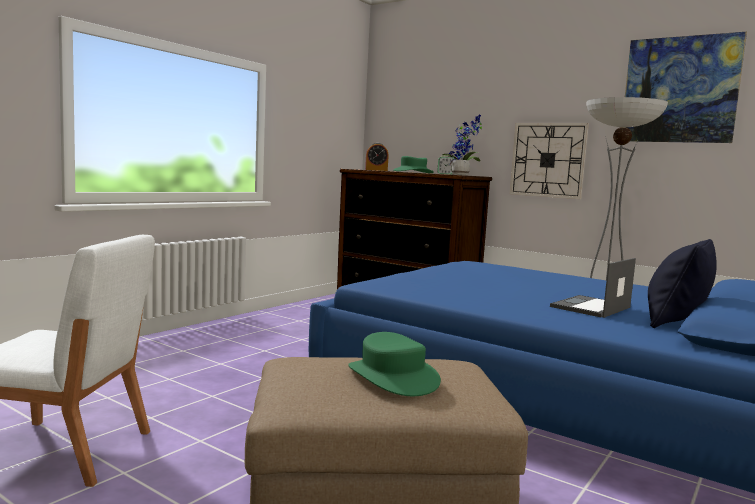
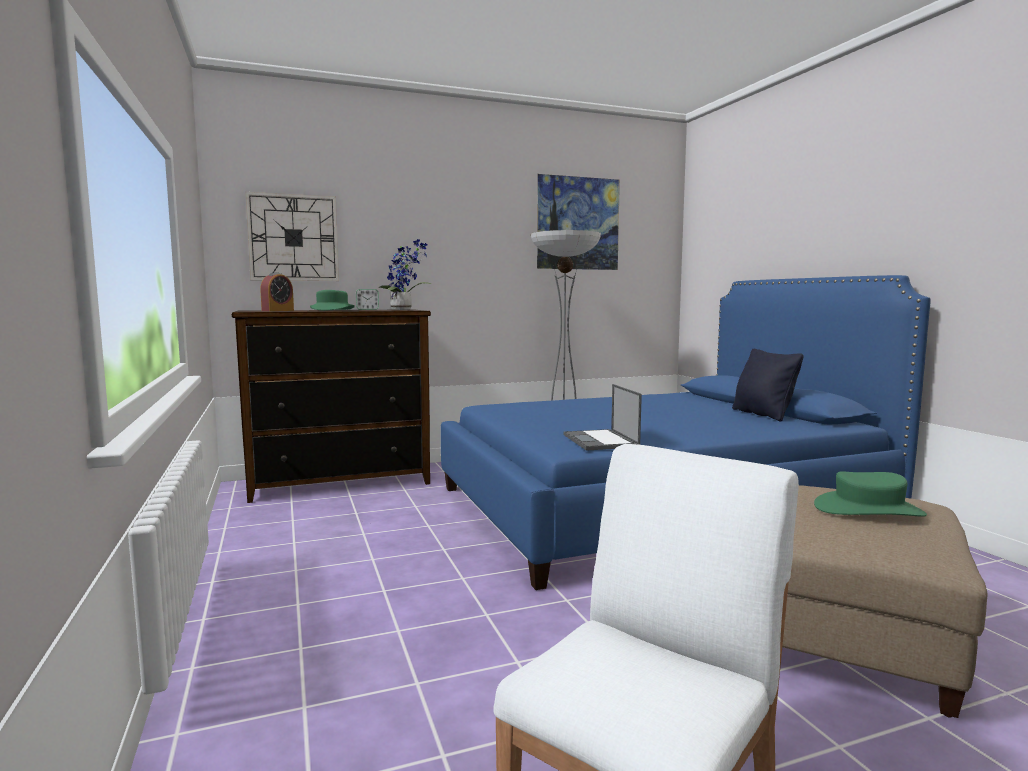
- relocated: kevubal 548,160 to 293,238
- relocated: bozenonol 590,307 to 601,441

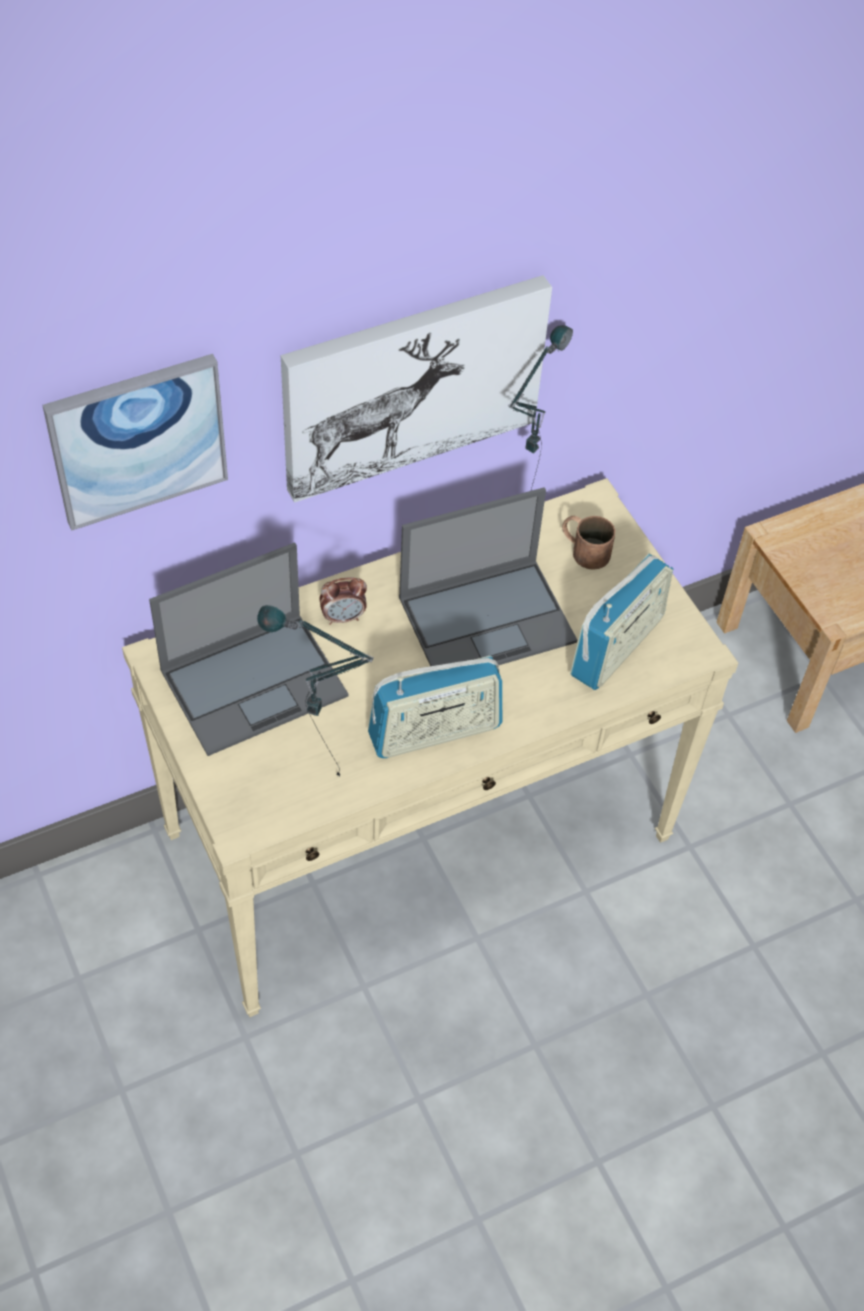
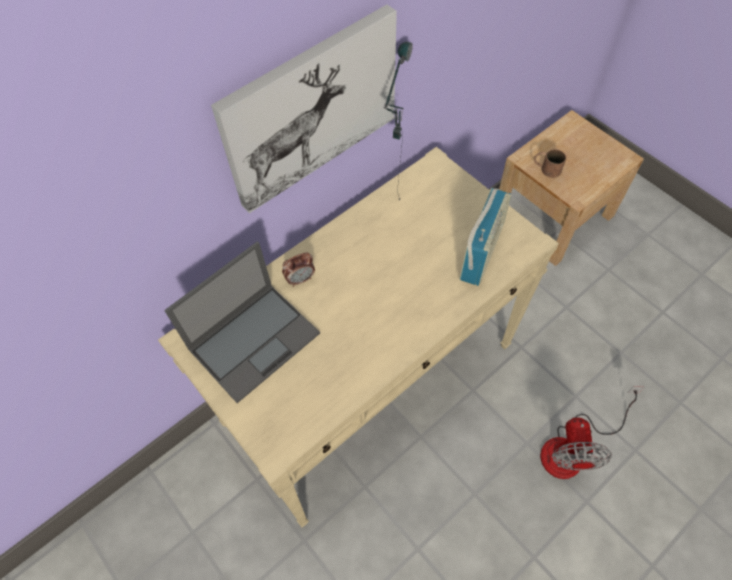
- missing: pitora 138,440
- missing: bozenonol 488,619
- relocated: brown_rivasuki 583,549 to 546,168
- missing: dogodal 320,784
- missing: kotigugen 435,732
- appeared: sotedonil 572,448

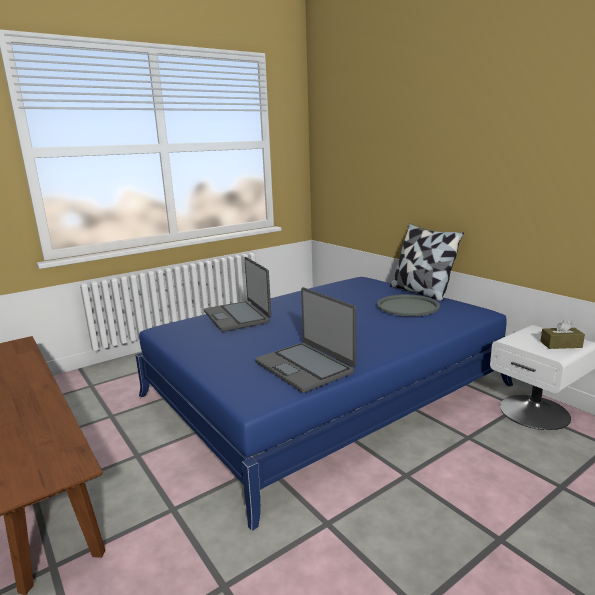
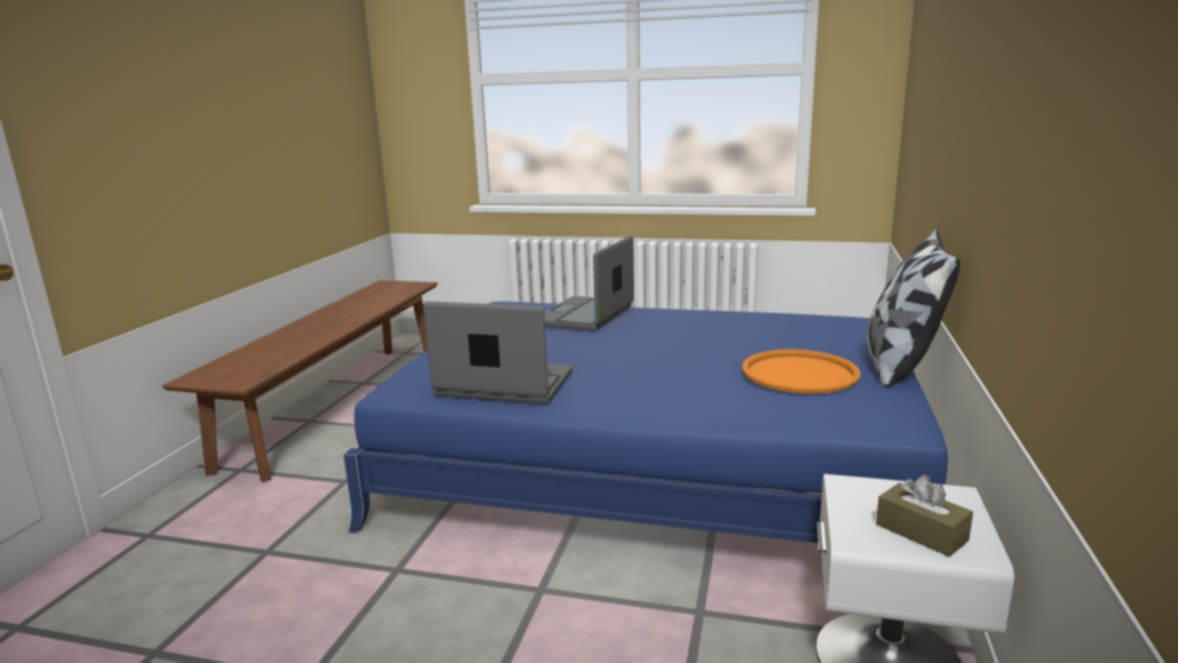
- spun: bozenonol 305,367 = 504,385 90 degrees clockwise
- colour: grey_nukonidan 407,306 to orange_nukonidan 799,373

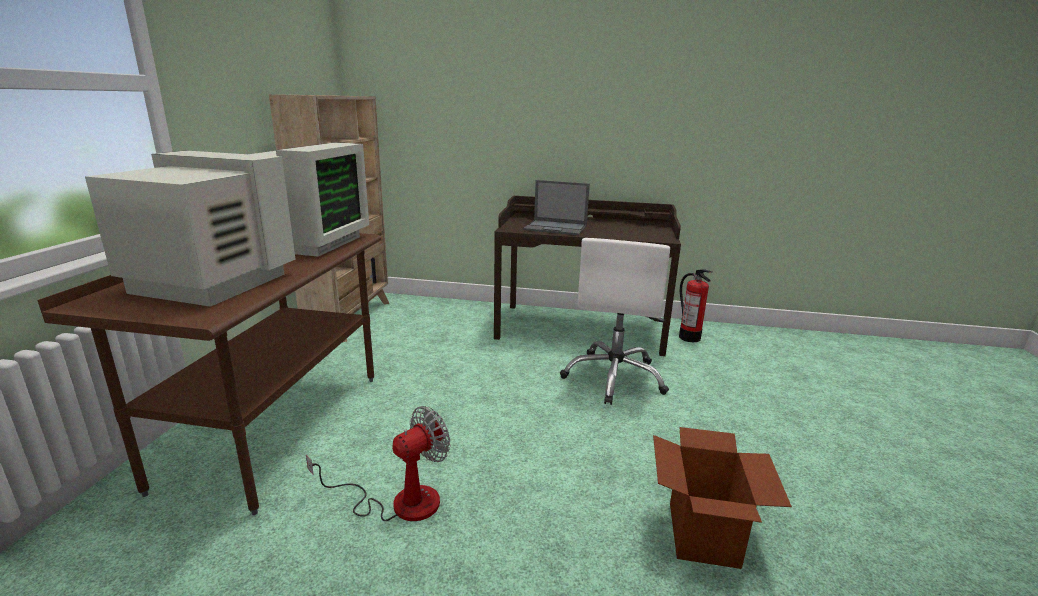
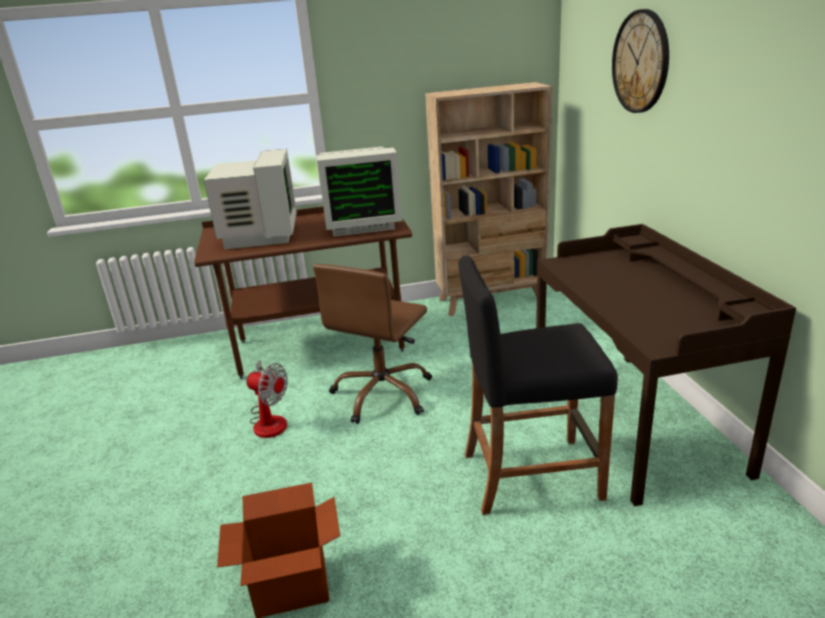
- missing: bozenonol 556,228
- exchanged: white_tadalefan 614,377 to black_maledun 531,475
- missing: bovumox 689,337
- appeared: kevubal 641,62
- appeared: brown_tadalefan 383,394

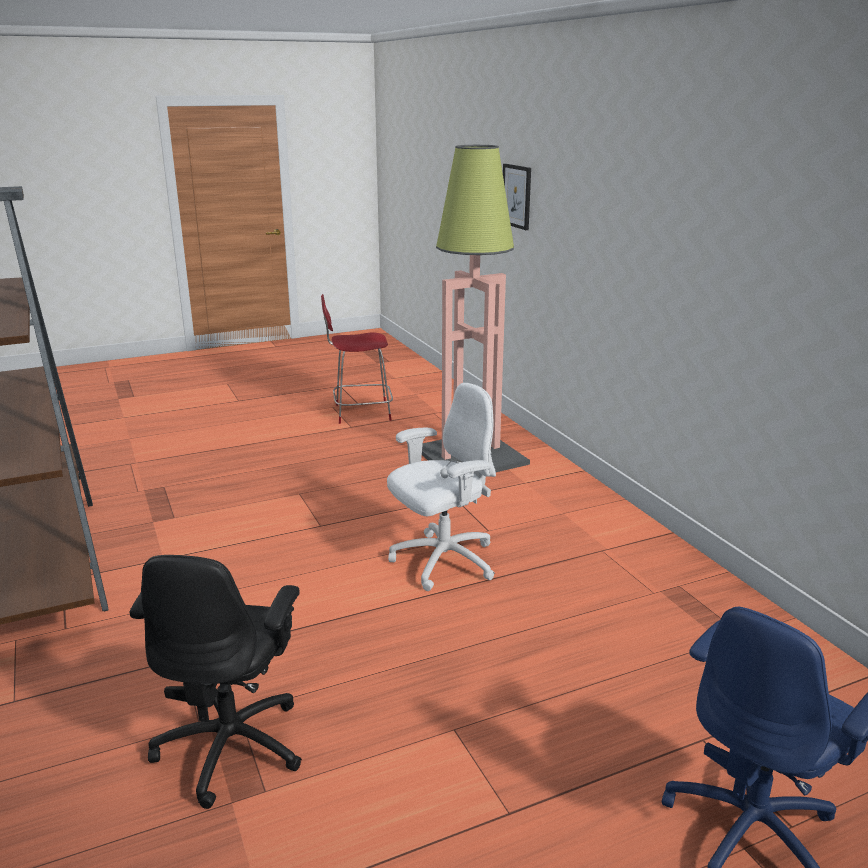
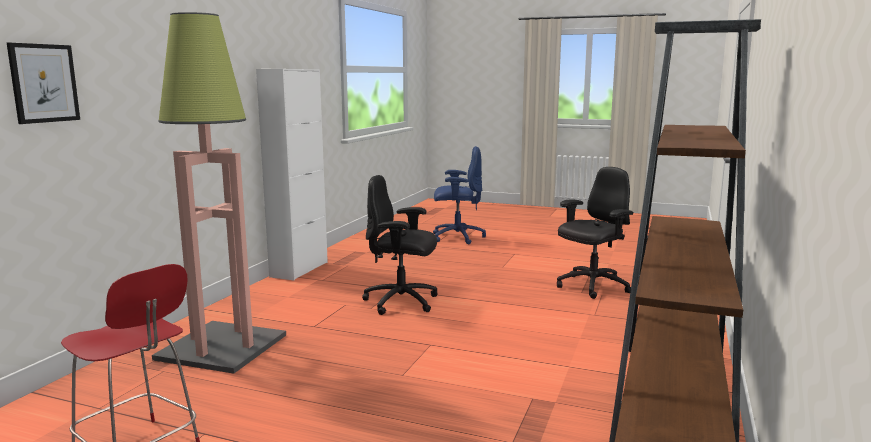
- colour: white_tadalefan 442,561 to black_tadalefan 402,302
- appeared: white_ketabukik 299,269

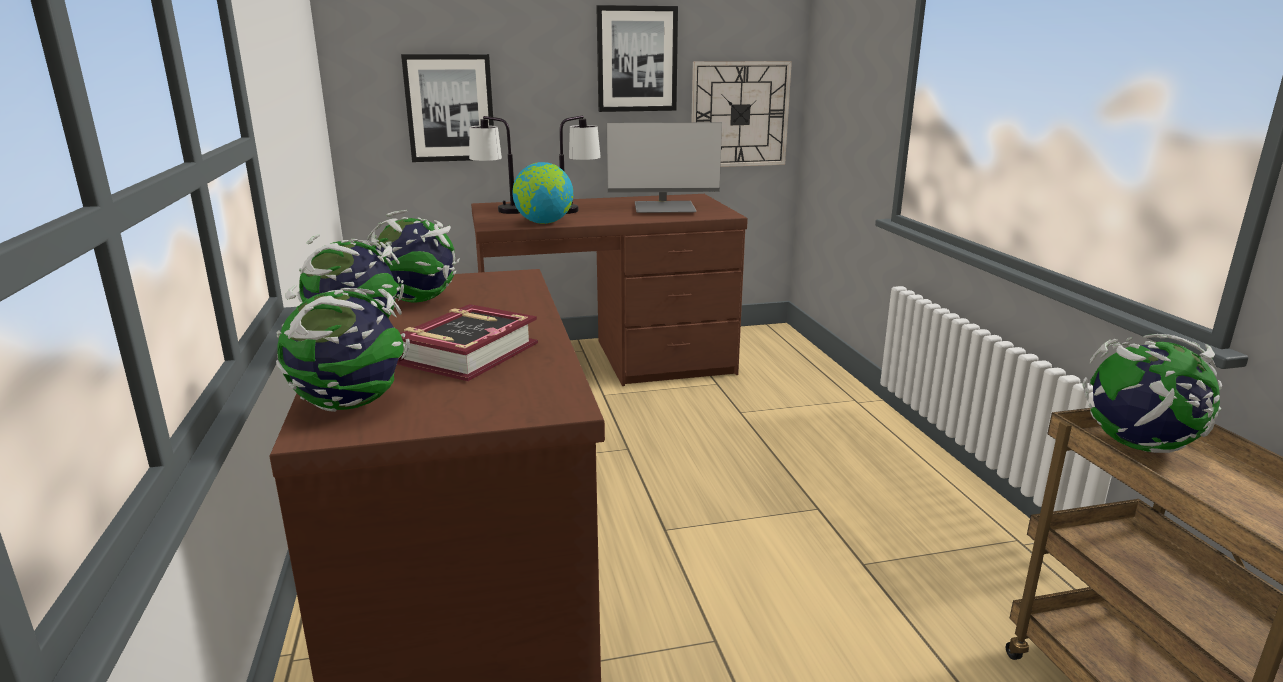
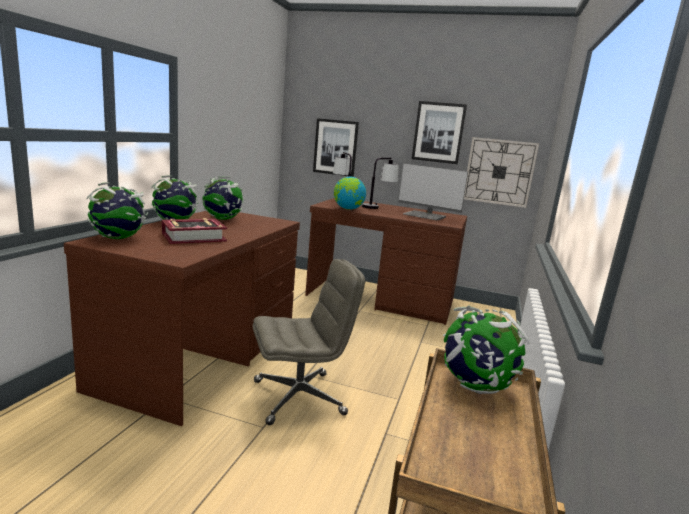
- appeared: grey_tadalefan 300,397

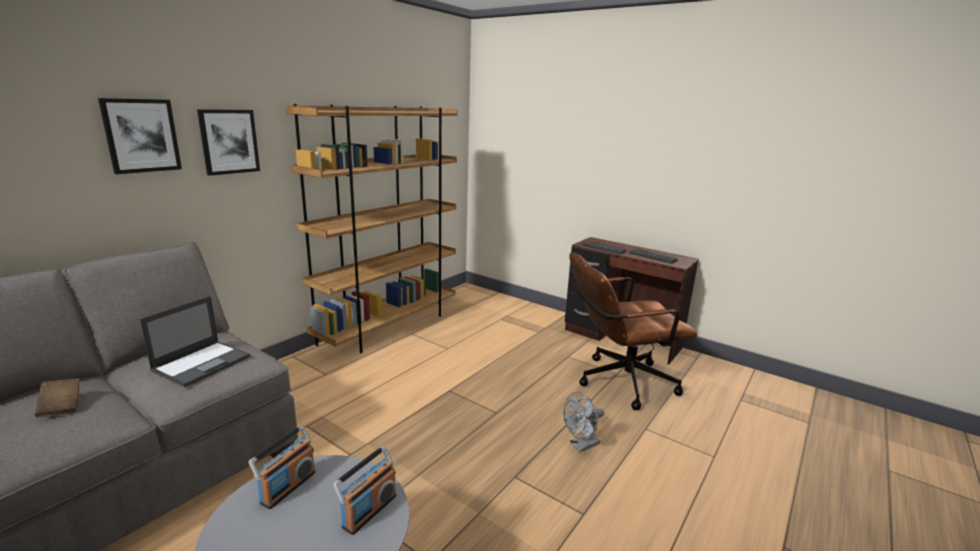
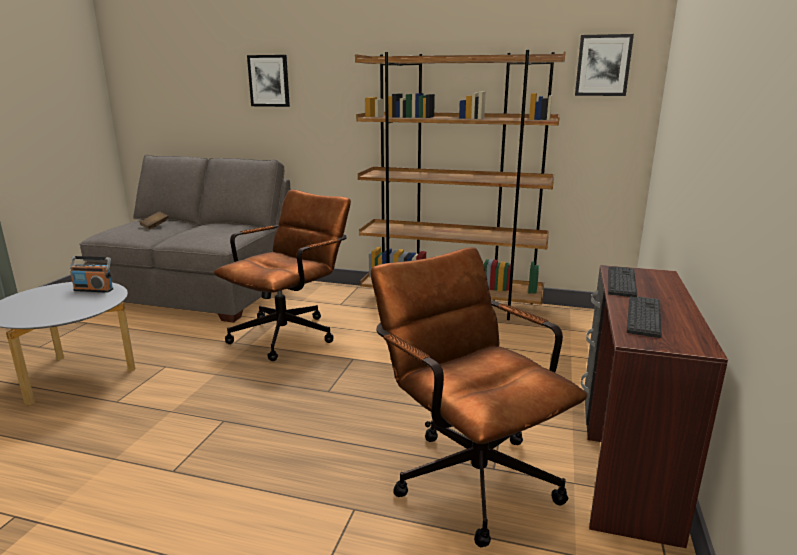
- relocated: pitora 229,141 to 603,65
- missing: bozenonol 203,363
- missing: grey_sotedonil 581,445
- missing: kotigugen 369,510
- appeared: brown_tadalefan 290,333

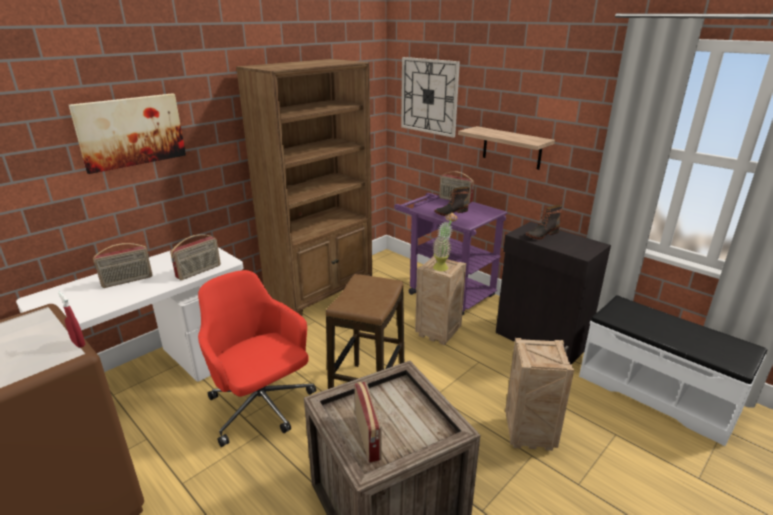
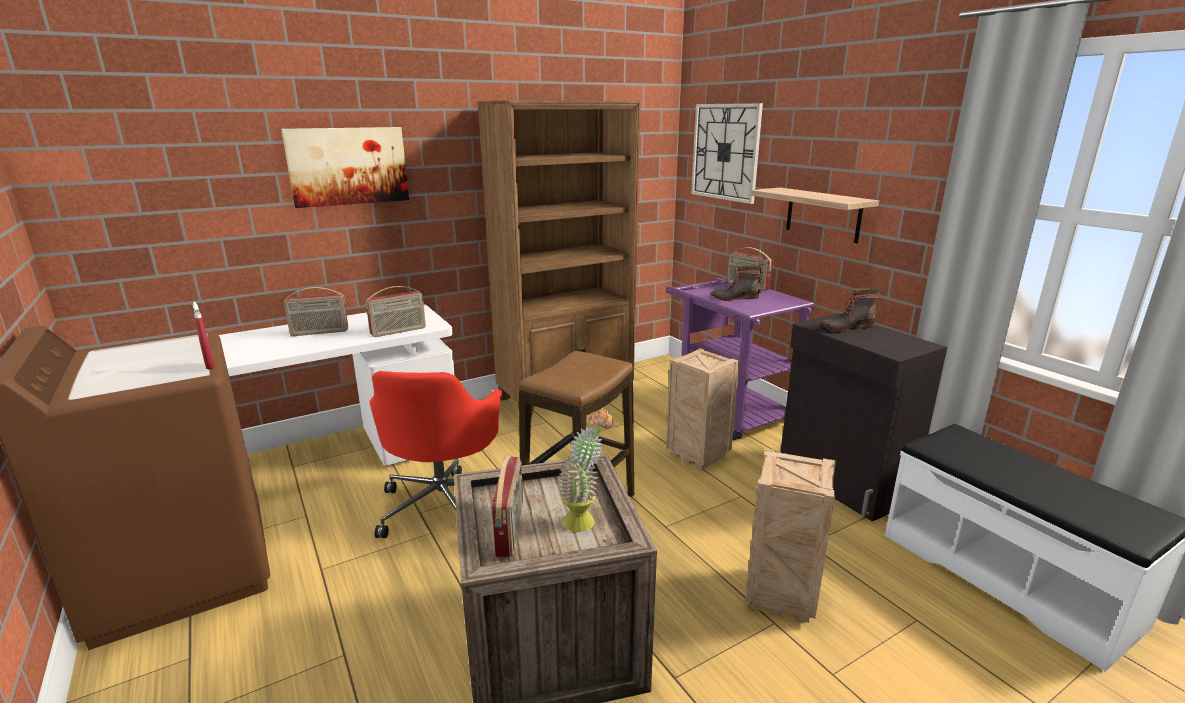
- relocated: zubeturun 443,266 to 585,519
- spun: red_tadalefan 261,407 = 444,504 150 degrees counterclockwise

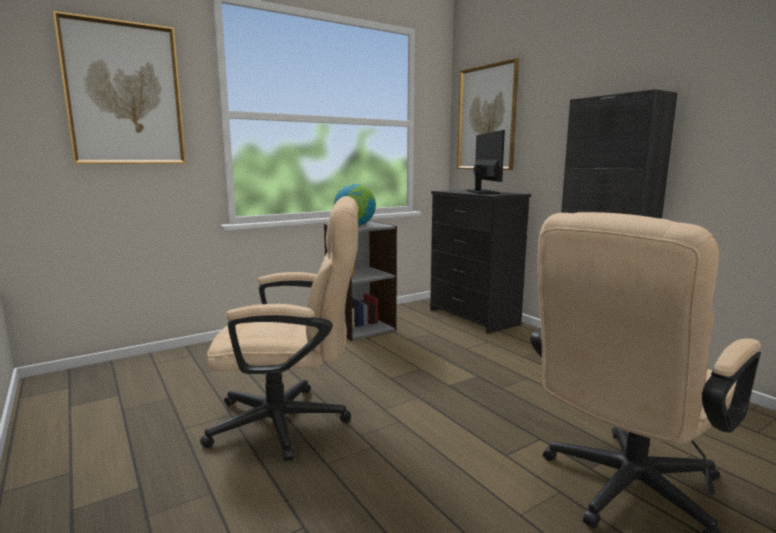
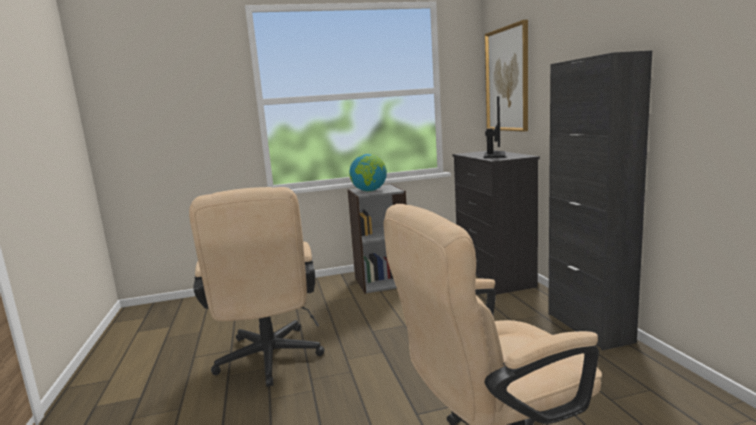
- missing: pitora 124,94
- spun: beige_tadalefan 292,422 = 269,362 60 degrees clockwise

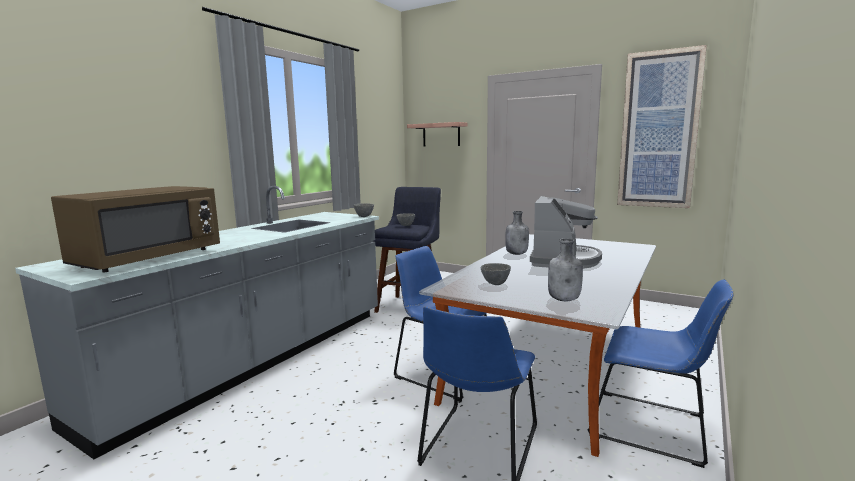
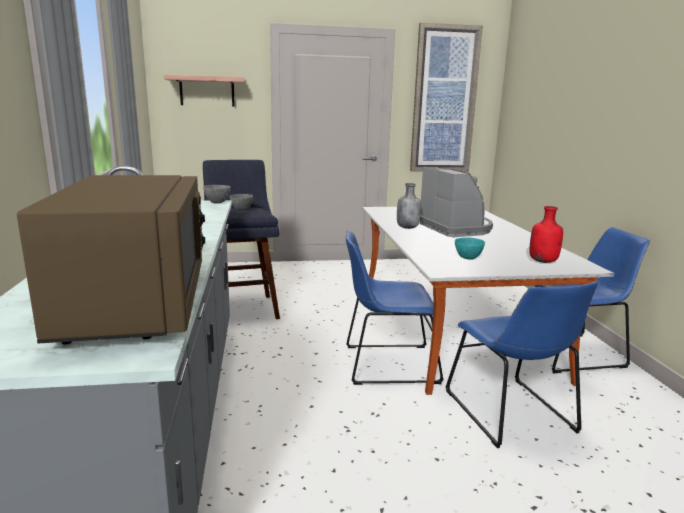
- colour: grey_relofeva 564,299 to red_relofeva 543,261
- colour: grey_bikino 496,284 to turquoise_bikino 468,258

